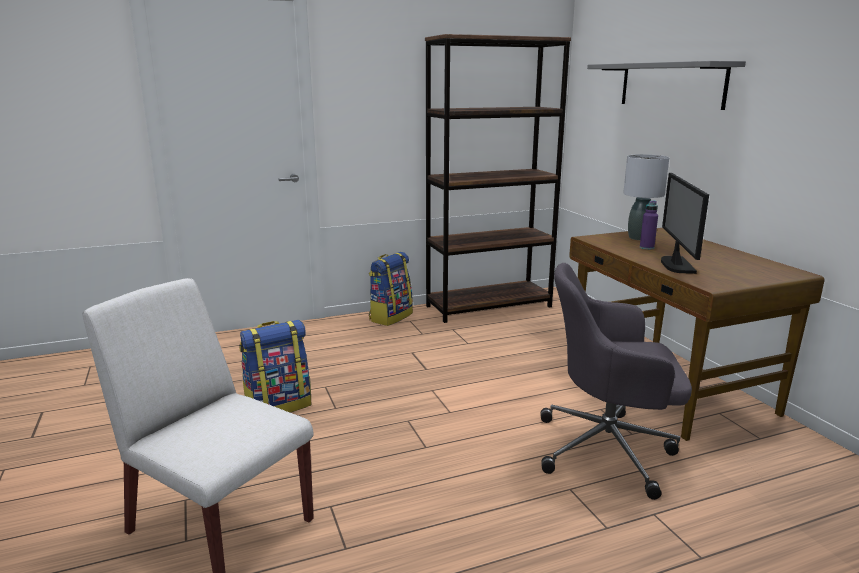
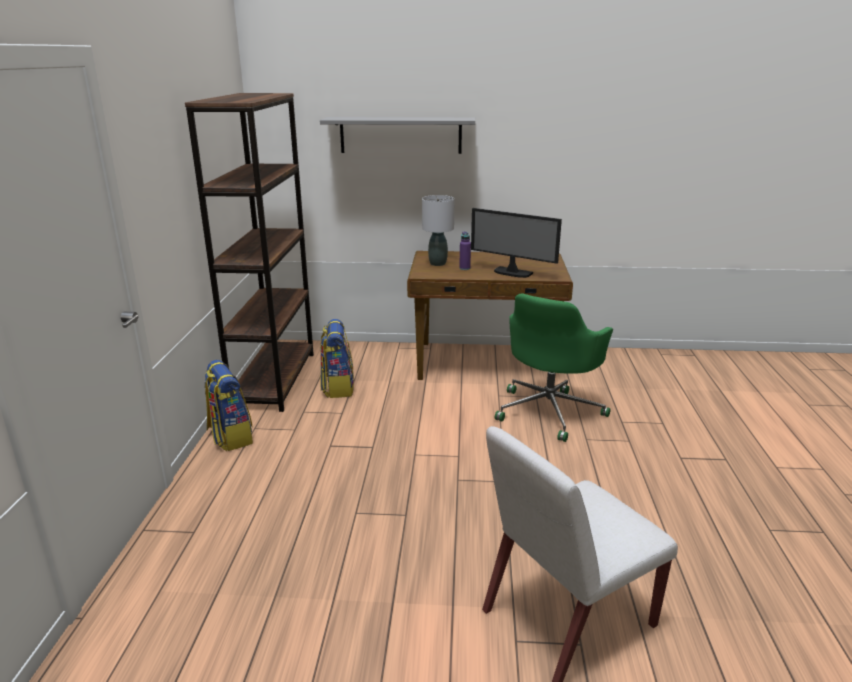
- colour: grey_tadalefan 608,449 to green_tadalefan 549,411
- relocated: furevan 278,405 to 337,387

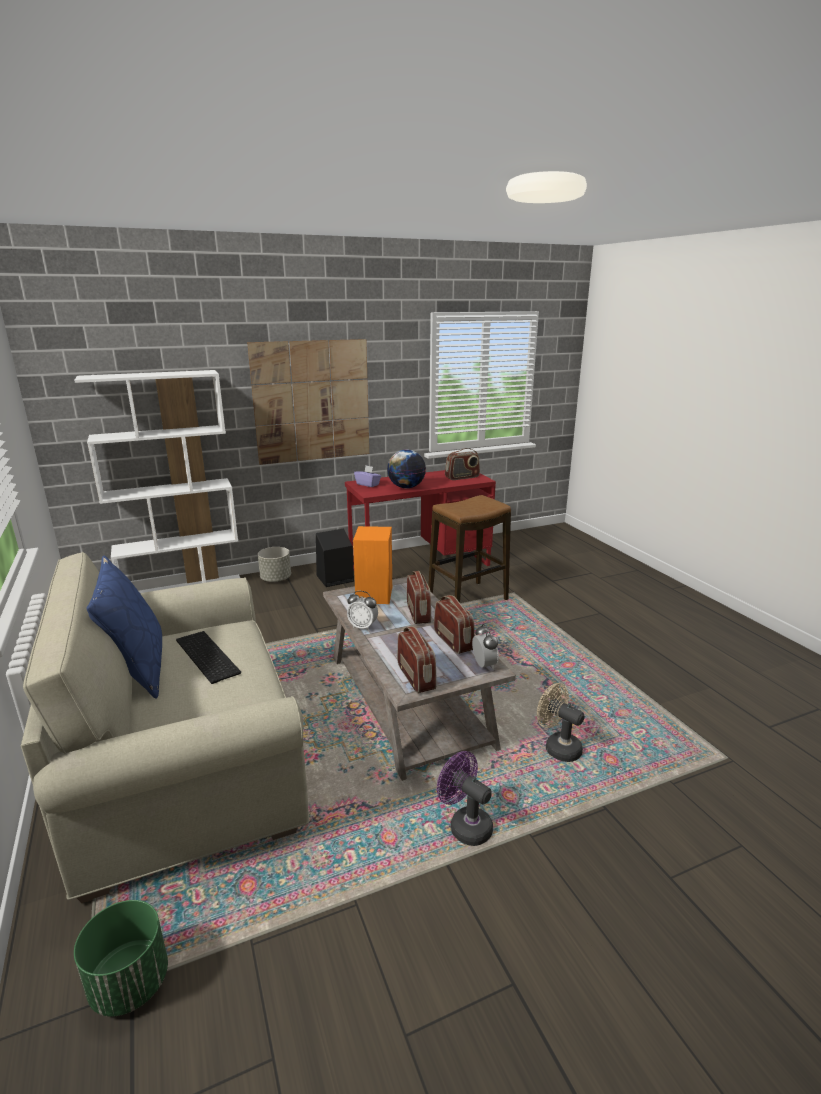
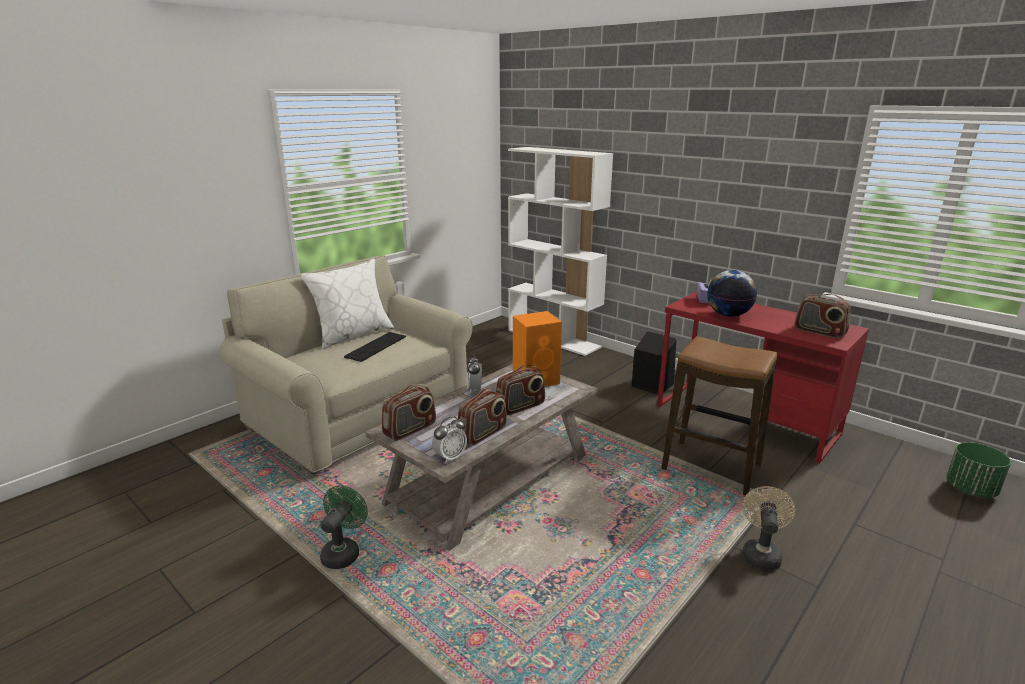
- missing: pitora 312,401
- missing: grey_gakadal 276,579
- colour: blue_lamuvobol 138,668 to white_lamuvobol 353,335
- relocated: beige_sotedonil 557,747 to 761,553
- colour: purple_sotedonil 465,825 to green_sotedonil 343,552
- relocated: green_gakadal 130,983 to 971,490

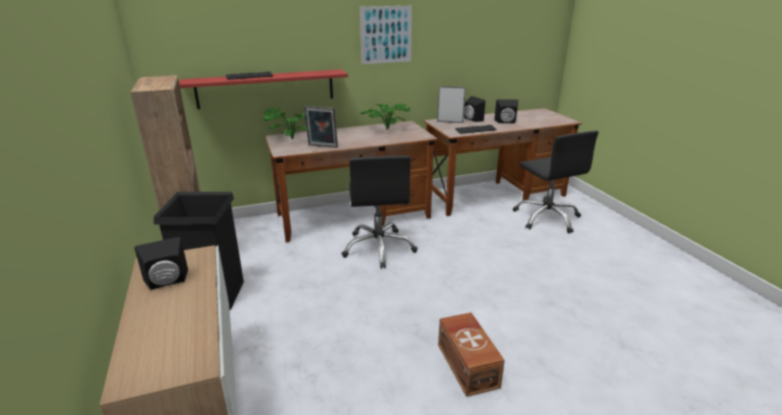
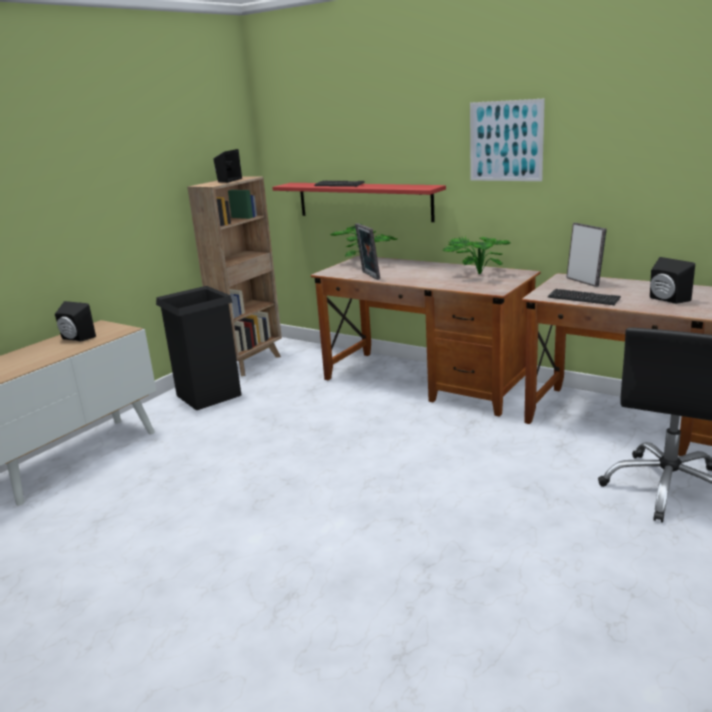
- relocated: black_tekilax 471,119 to 227,180
- missing: black_tadalefan 379,248
- missing: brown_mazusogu 468,364

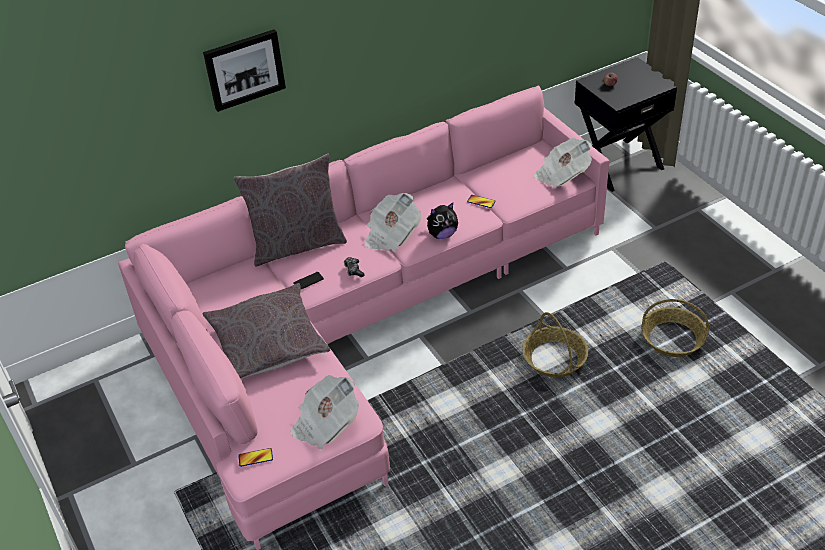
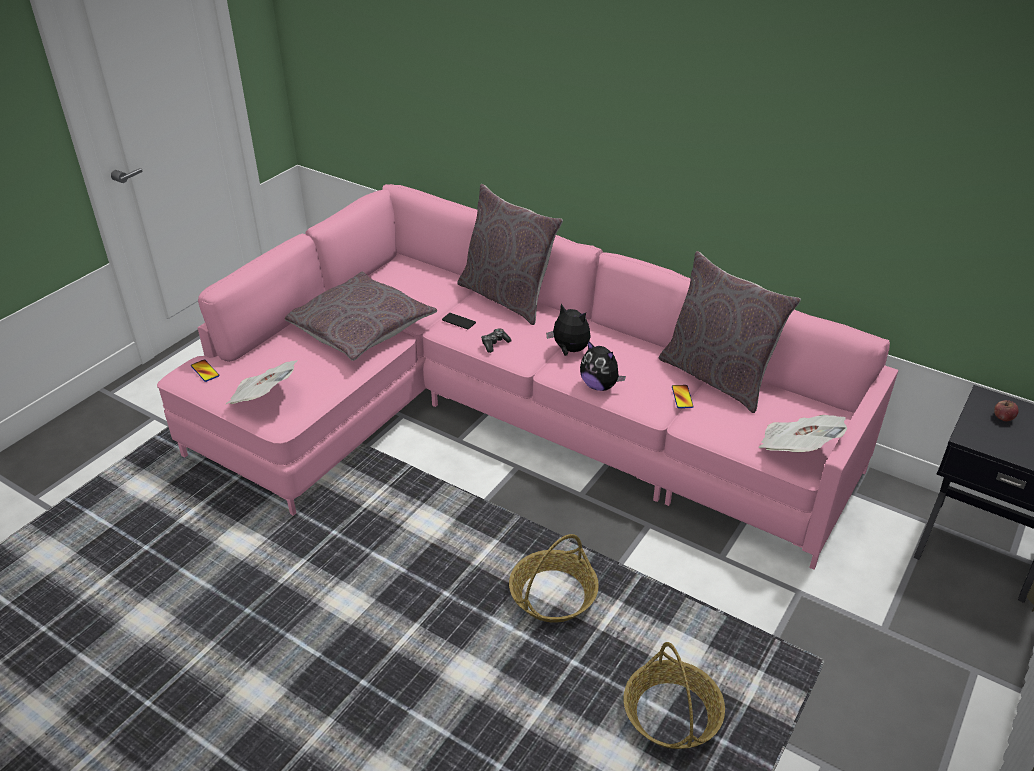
- missing: pitora 244,69
- exchanged: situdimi 391,235 to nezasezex 569,350
- appeared: grey_lamuvobol 717,377

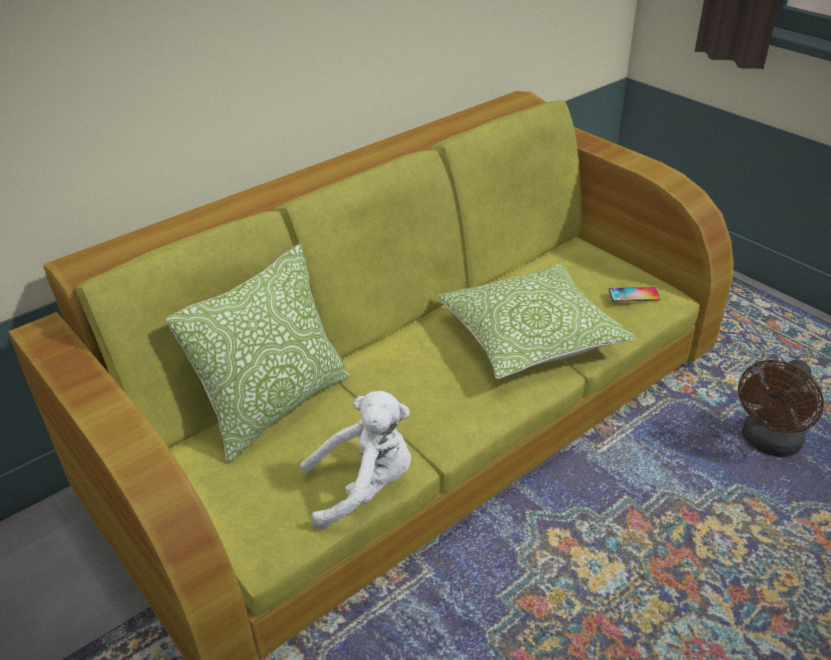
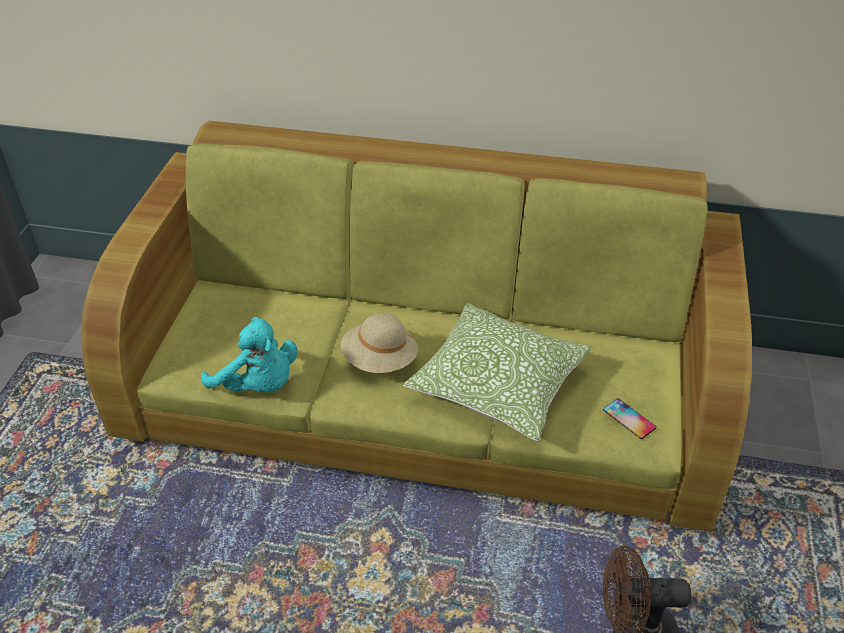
- missing: lamuvobol 276,407
- colour: white_nezasezex 364,487 to turquoise_nezasezex 258,385
- appeared: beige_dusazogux 380,360

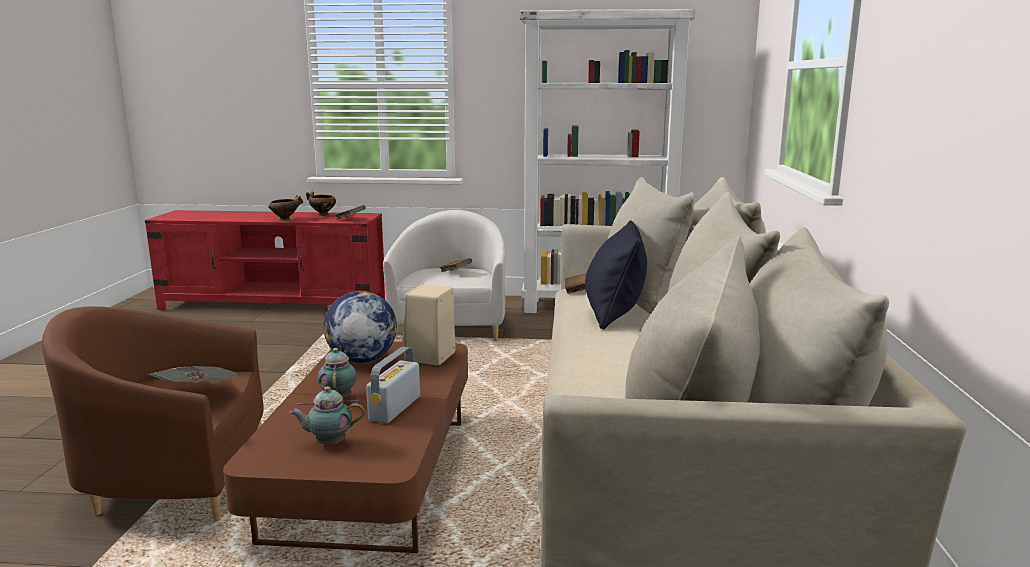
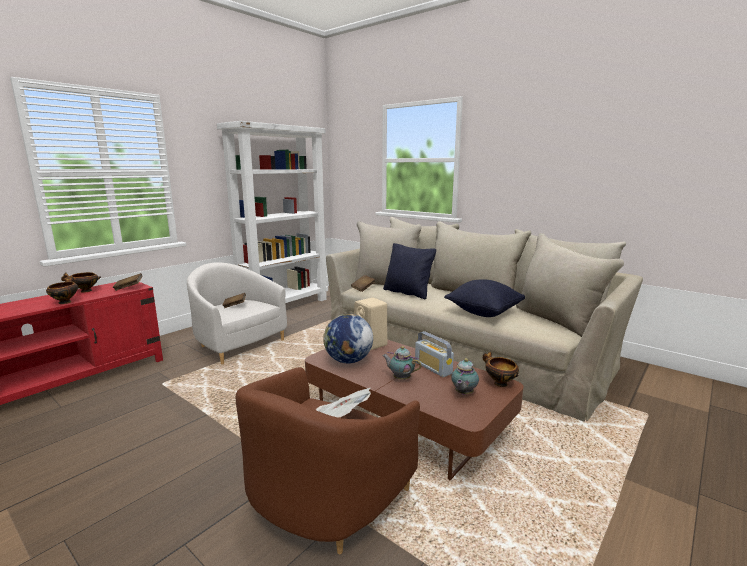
- appeared: black_lamuvobol 484,313
- appeared: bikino 499,383

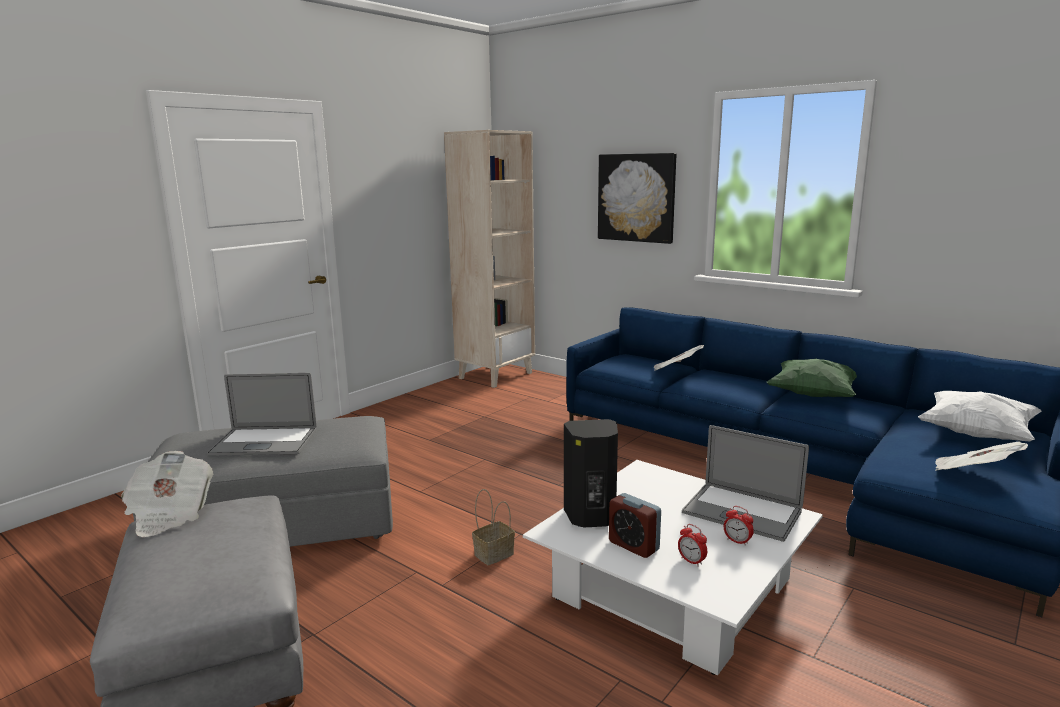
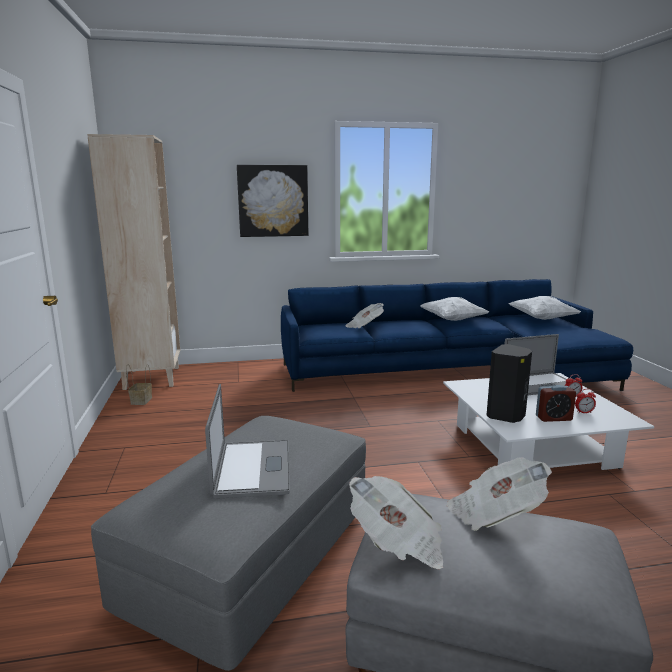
- colour: green_lamuvobol 813,395 to white_lamuvobol 452,320
- spun: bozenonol 264,442 = 252,468 45 degrees counterclockwise
- relocated: situdimi 972,474 to 495,514
- relocated: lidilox 494,553 to 141,400

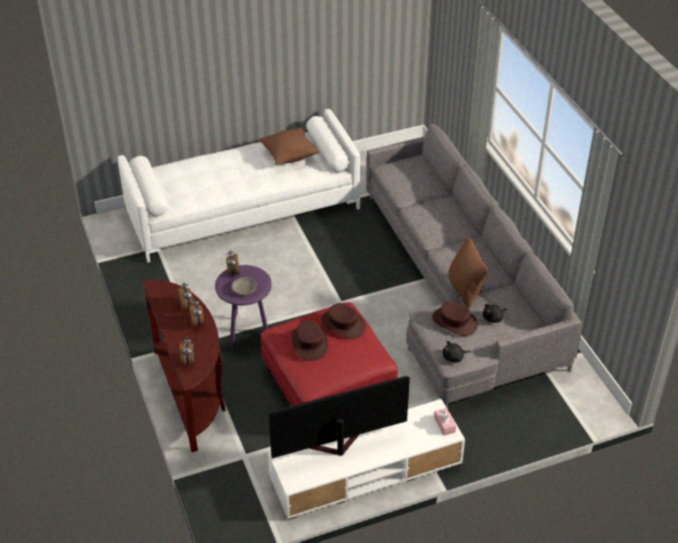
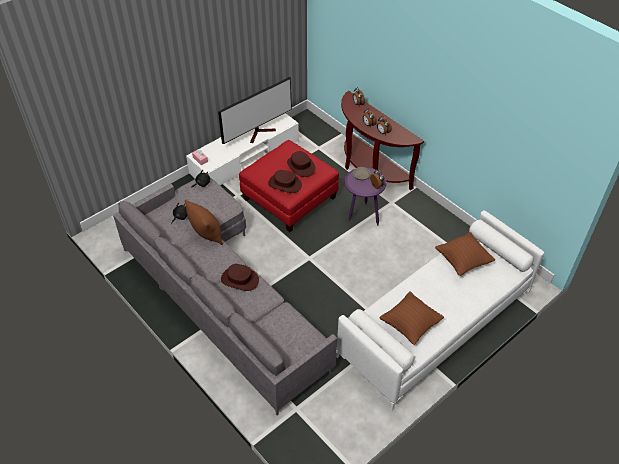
- relocated: brown_dusazogux 454,321 to 240,279
- appeared: brown_lamuvobol 462,261

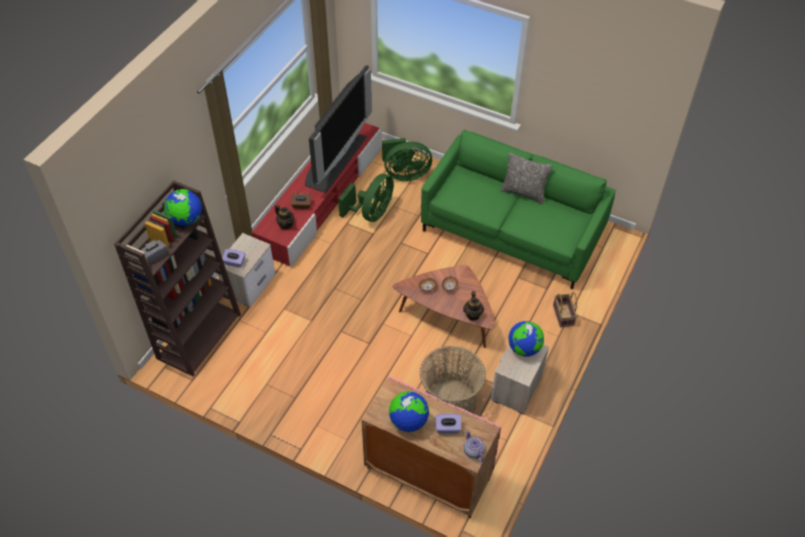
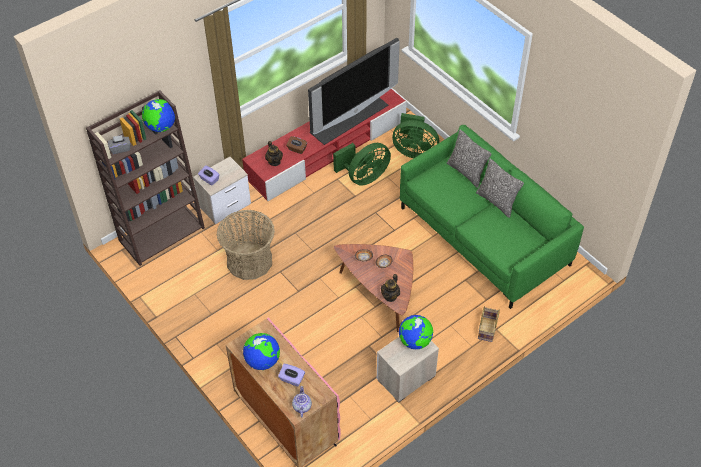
- relocated: lidilox 450,401 to 249,261
- appeared: lamuvobol 466,172

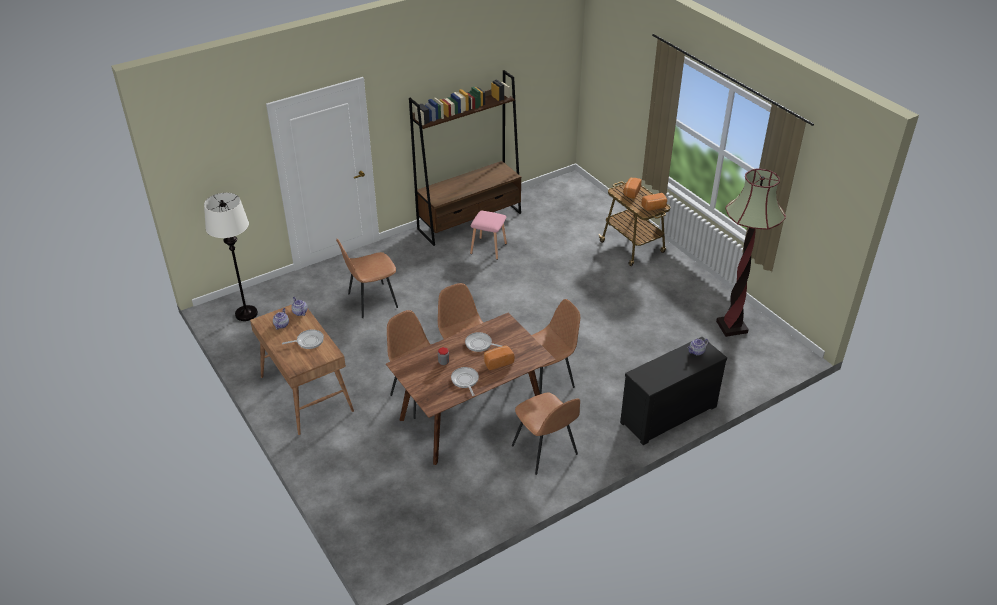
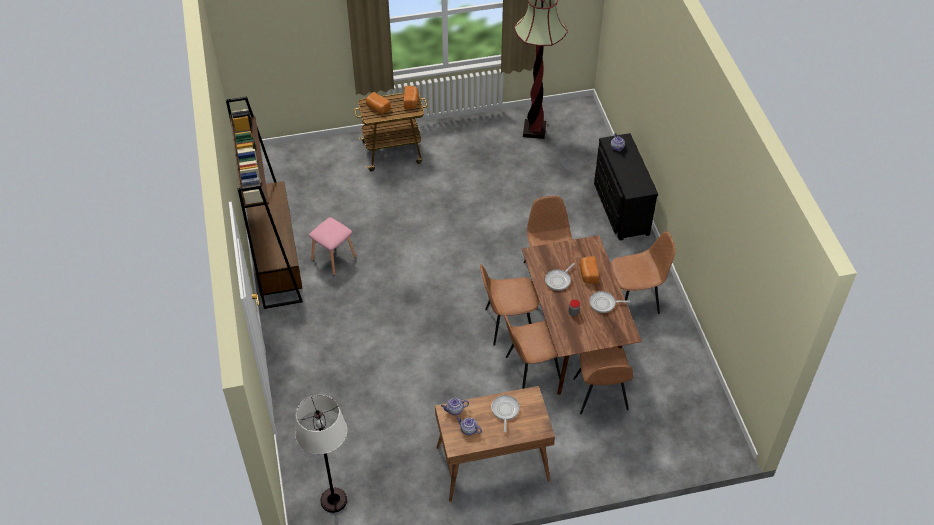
- relocated: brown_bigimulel 371,301 to 600,395

